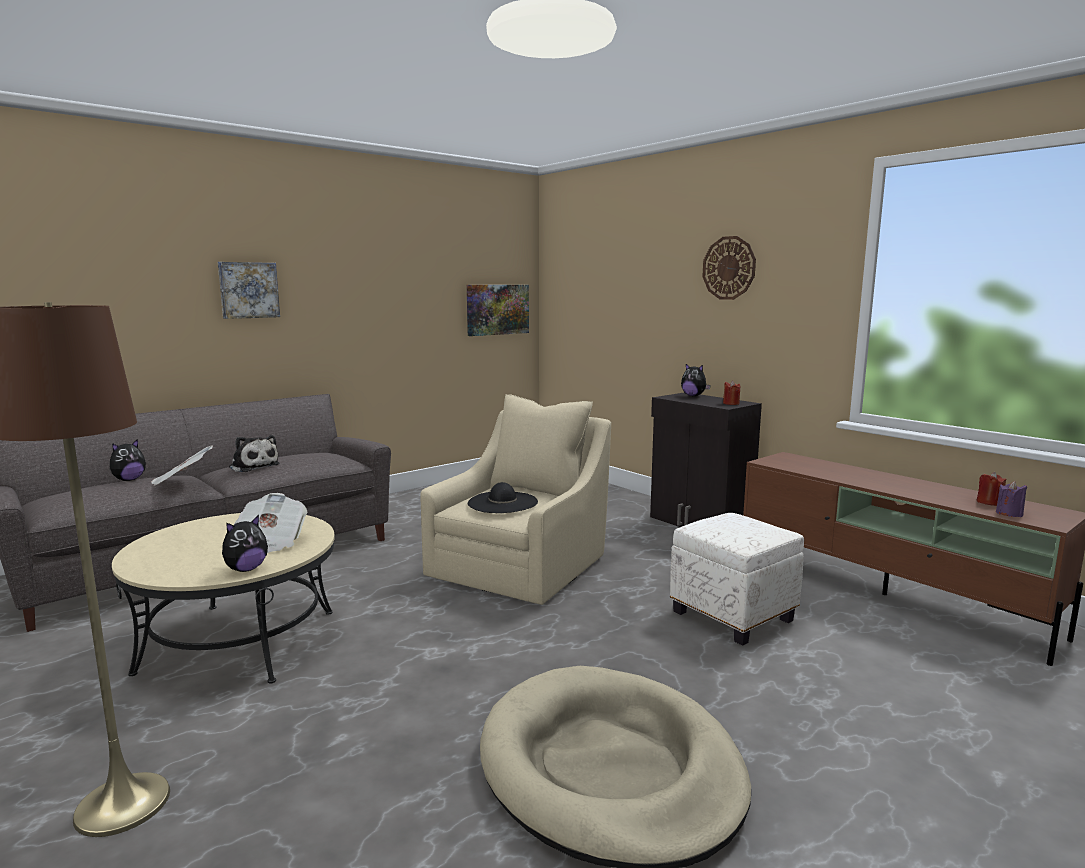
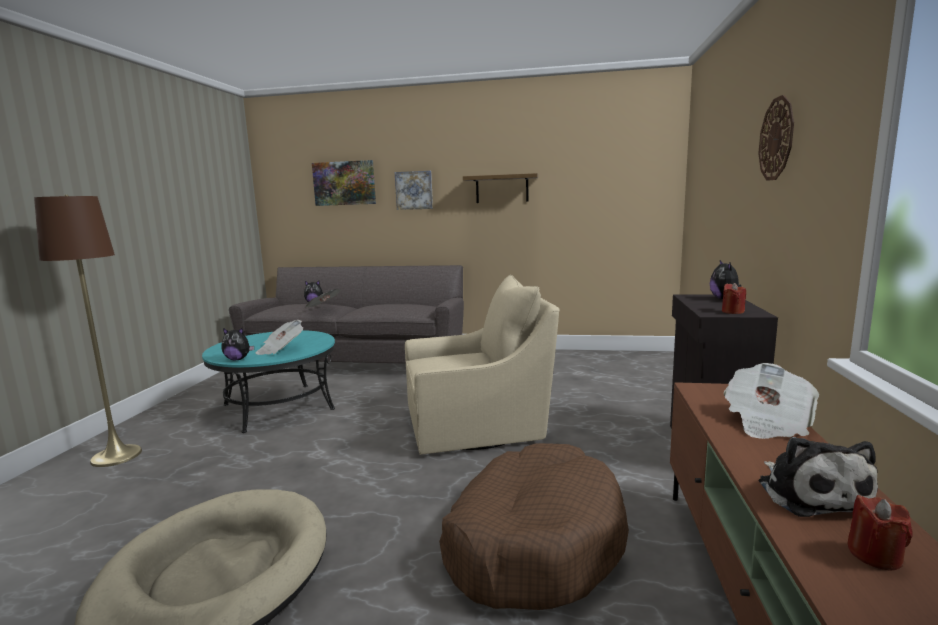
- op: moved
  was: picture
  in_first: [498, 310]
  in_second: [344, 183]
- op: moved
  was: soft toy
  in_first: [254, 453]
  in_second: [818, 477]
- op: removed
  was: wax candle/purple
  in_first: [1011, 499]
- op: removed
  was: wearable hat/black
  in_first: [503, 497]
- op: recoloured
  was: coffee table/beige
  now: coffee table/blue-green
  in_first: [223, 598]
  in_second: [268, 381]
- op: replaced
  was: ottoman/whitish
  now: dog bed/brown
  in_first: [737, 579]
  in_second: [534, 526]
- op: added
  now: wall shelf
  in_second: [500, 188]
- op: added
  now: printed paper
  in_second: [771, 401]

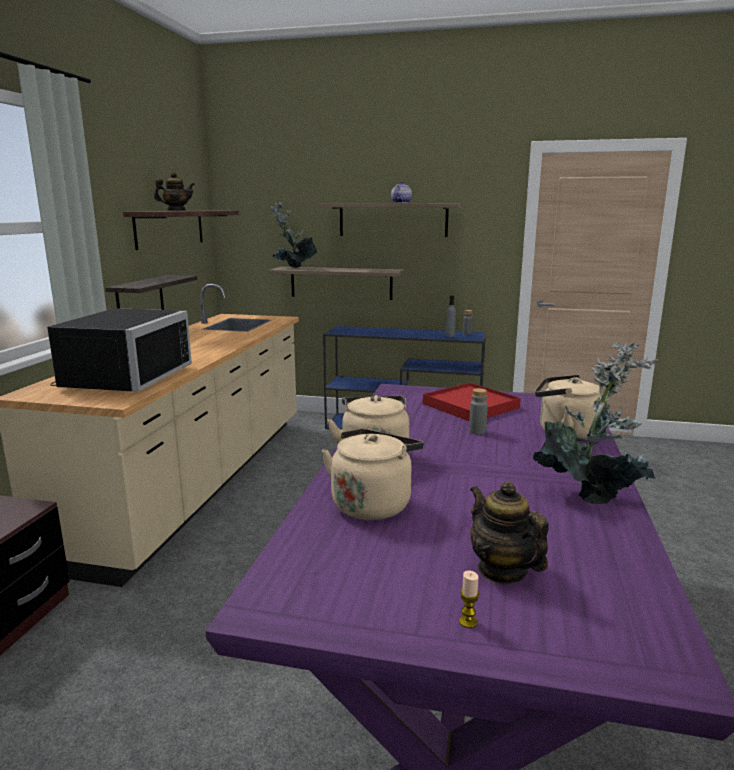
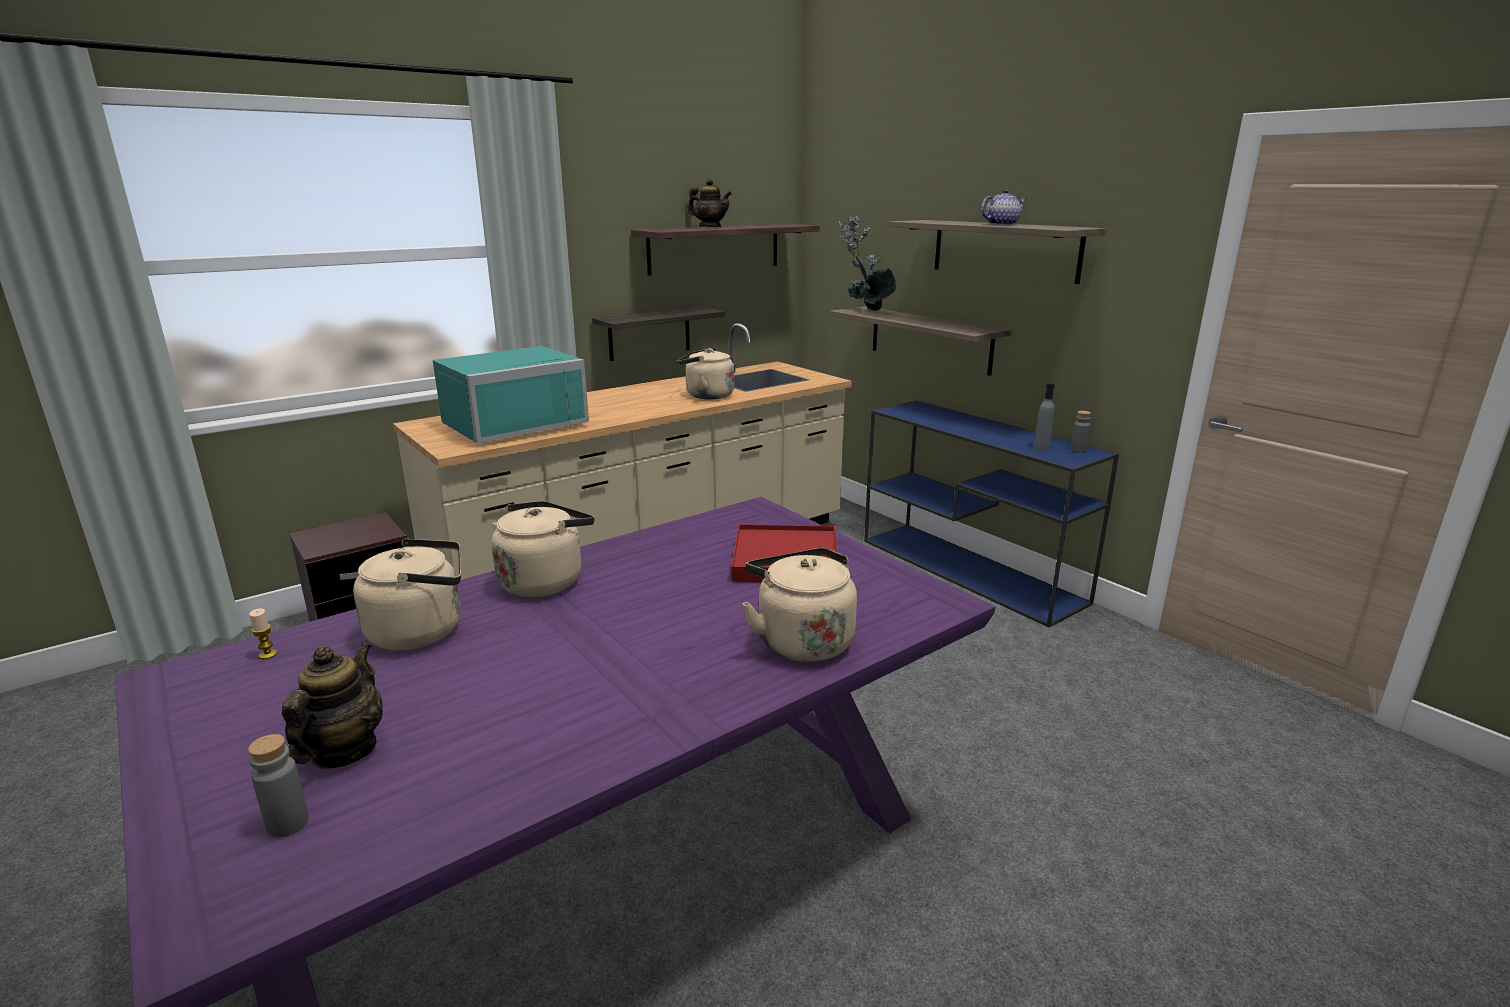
- op: recoloured
  was: microwave/black
  now: microwave/blue-green
  in_first: [119, 350]
  in_second: [511, 395]
- op: removed
  was: houseplant
  in_first: [595, 423]
- op: moved
  was: beverage bottle/grey
  in_first: [478, 411]
  in_second: [278, 785]
- op: moved
  was: wax candle
  in_first: [469, 599]
  in_second: [263, 633]
- op: added
  now: water kettle/beige
  in_second: [705, 373]

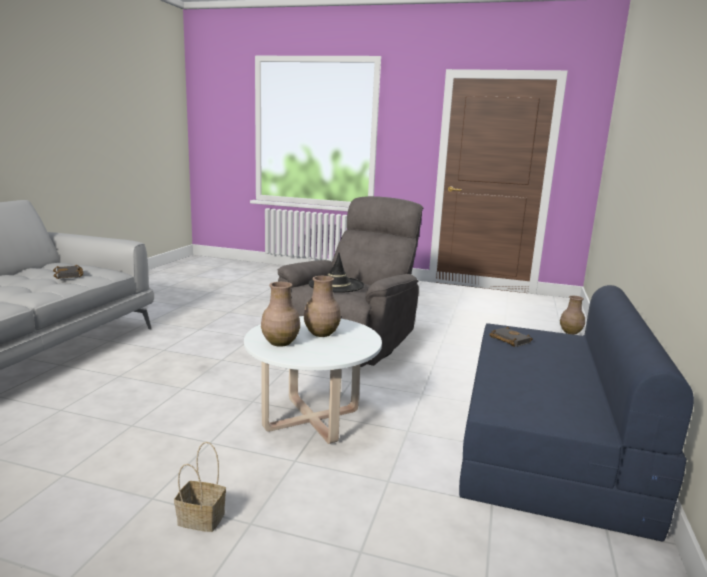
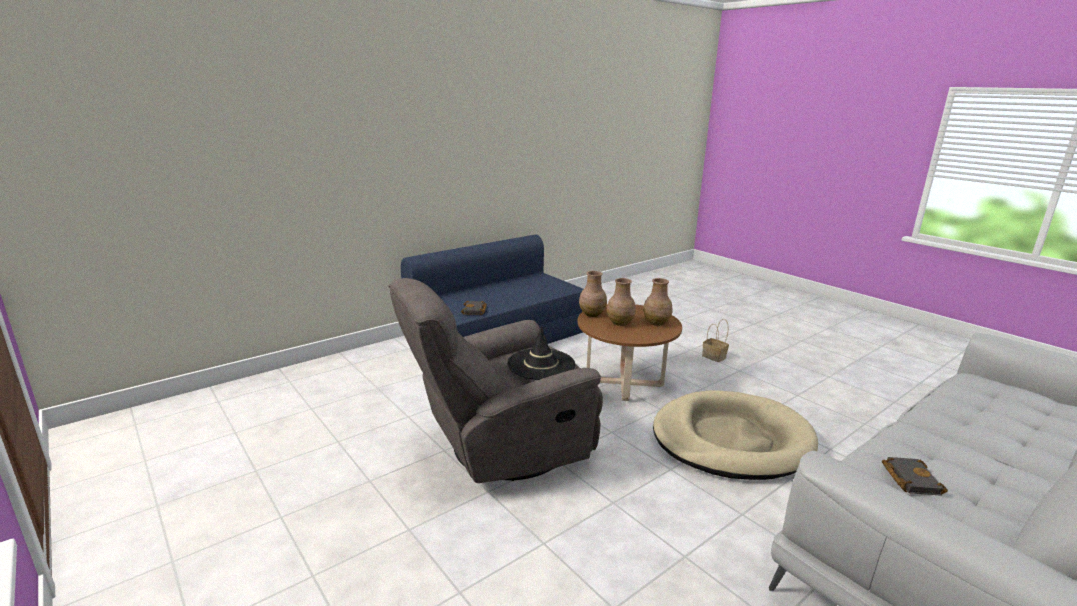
- op: moved
  was: vase/brown
  in_first: [572, 315]
  in_second: [593, 294]
- op: recoloured
  was: coffee table/whitish
  now: coffee table/brown
  in_first: [313, 380]
  in_second: [629, 352]
- op: added
  now: dog bed/beige
  in_second: [735, 435]

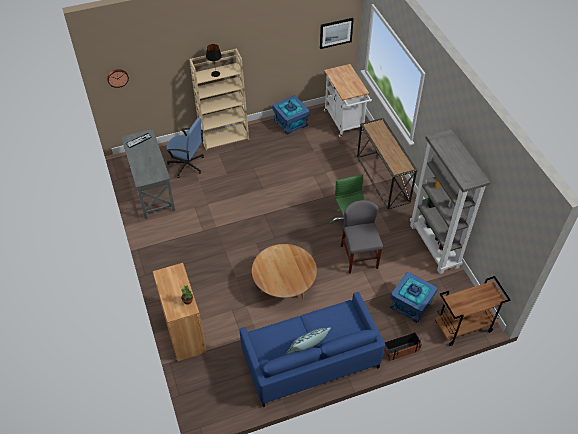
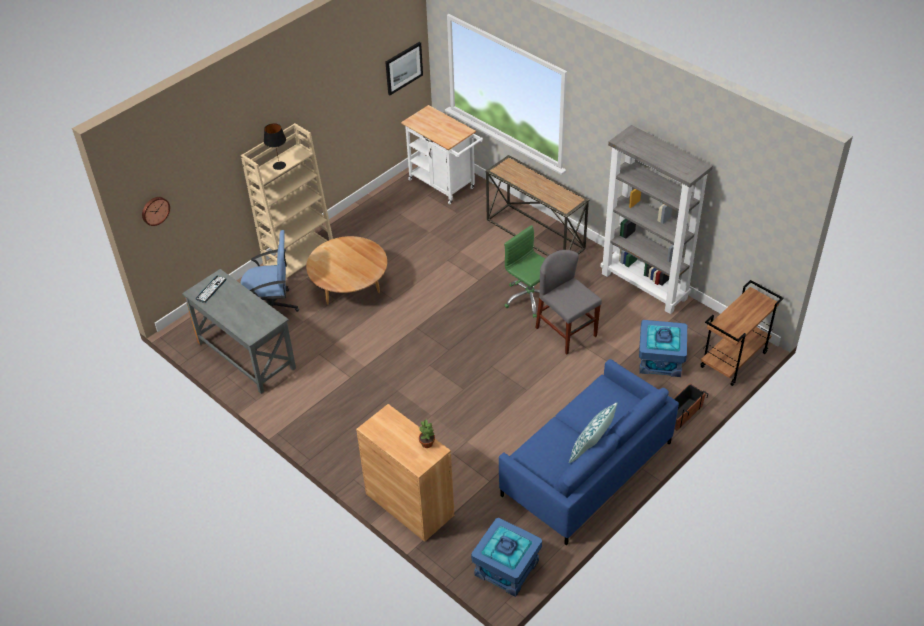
- op: moved
  was: storage box/bluish
  in_first: [291, 115]
  in_second: [506, 557]
- op: moved
  was: coffee table/brown
  in_first: [284, 271]
  in_second: [346, 270]

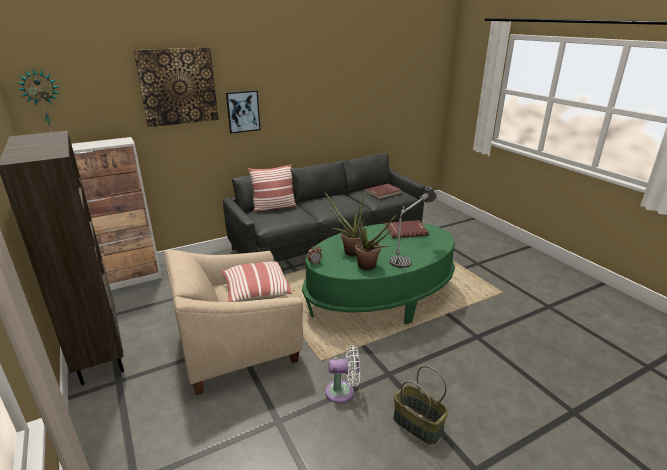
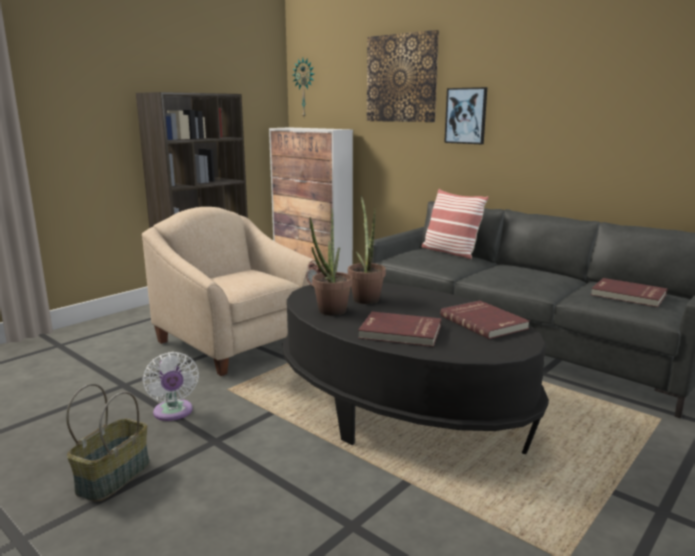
- op: replaced
  was: tabletop lamp
  now: book/reddish
  in_first: [413, 227]
  in_second: [399, 329]
- op: recoloured
  was: coffee table/greenish
  now: coffee table/black
  in_first: [378, 274]
  in_second: [416, 368]
- op: removed
  was: throw pillow
  in_first: [256, 282]

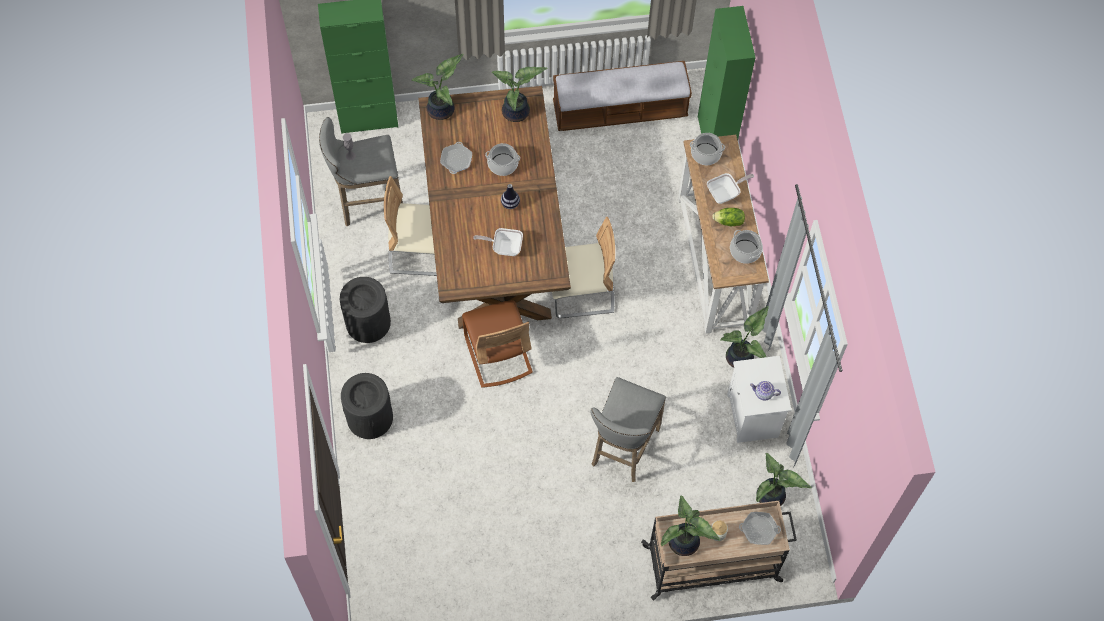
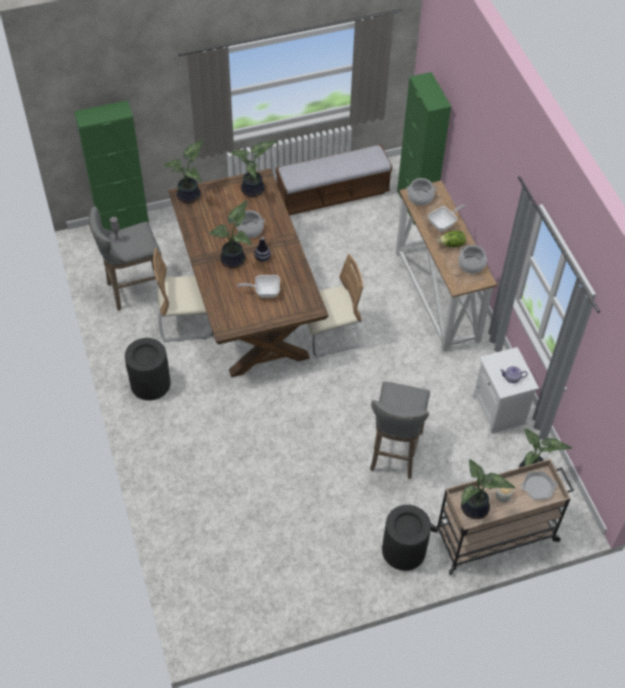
- op: removed
  was: frying pan
  in_first: [456, 158]
- op: removed
  was: plain chair/brown
  in_first: [497, 344]
- op: moved
  was: houseplant
  in_first: [744, 337]
  in_second: [230, 234]
- op: moved
  was: trash can/black
  in_first: [367, 406]
  in_second: [406, 538]

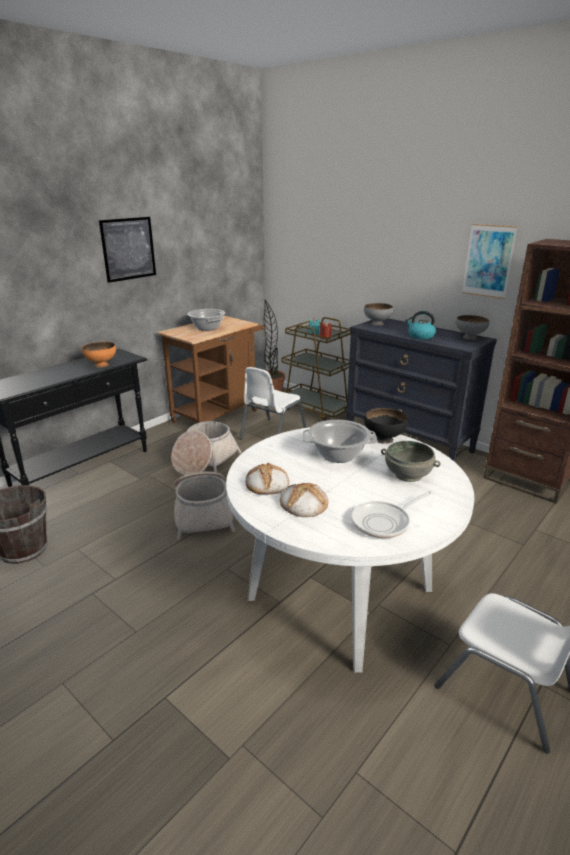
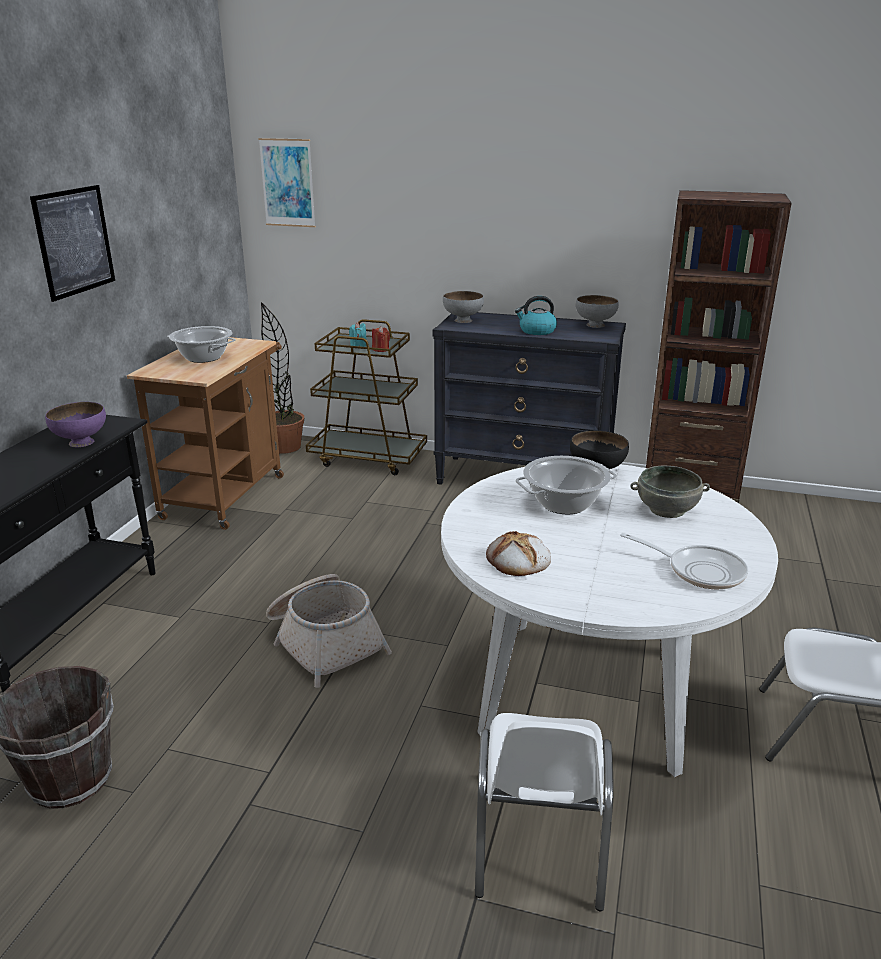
- op: moved
  was: picture
  in_first: [490, 261]
  in_second: [287, 182]
- op: recoloured
  was: bowl/orange
  now: bowl/purple
  in_first: [99, 354]
  in_second: [75, 424]
- op: moved
  was: plain chair/whitish
  in_first: [273, 403]
  in_second: [544, 812]
- op: removed
  was: storage basket
  in_first: [206, 448]
- op: removed
  was: bread
  in_first: [304, 500]
- op: turned
  was: frying pan
  in_first: [392, 514]
  in_second: [684, 561]
  clockwise: -90

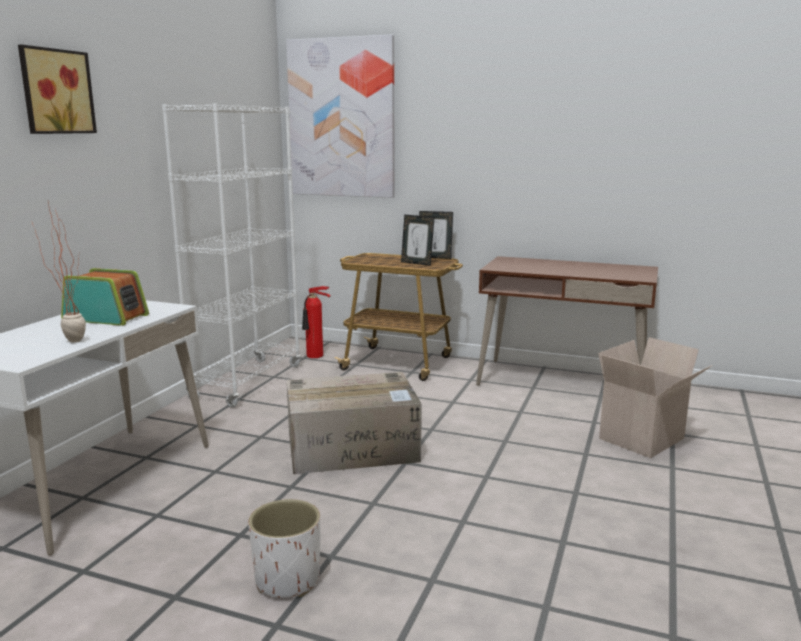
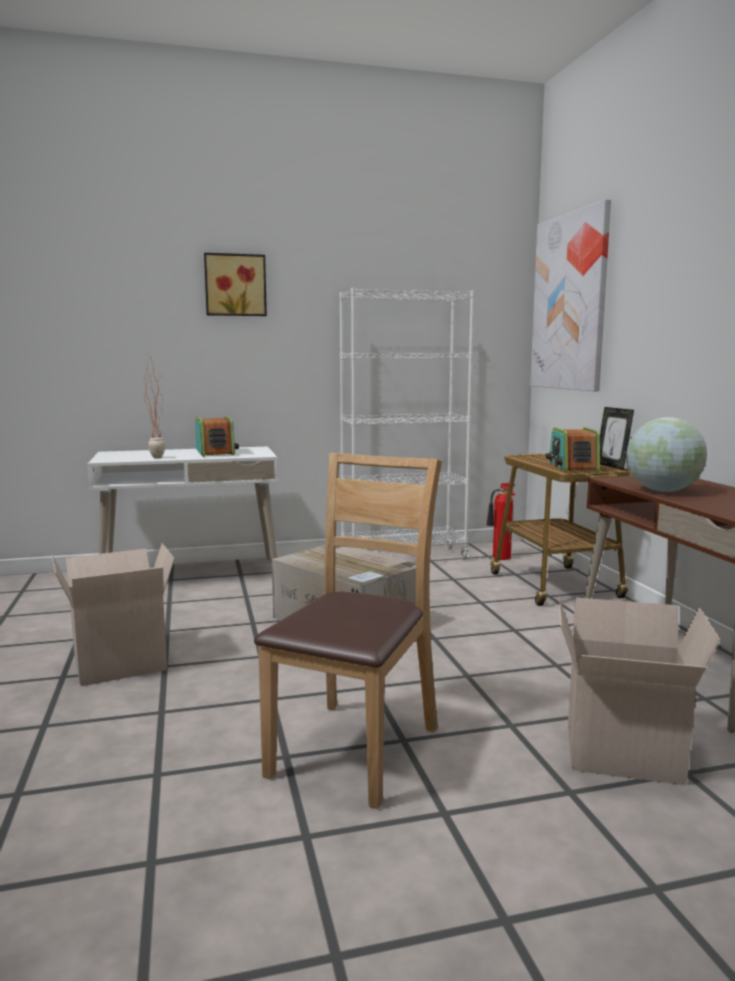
- op: replaced
  was: standing frame
  now: radio set
  in_first: [417, 240]
  in_second: [573, 449]
- op: replaced
  was: flower pot/whitish
  now: carton
  in_first: [284, 548]
  in_second: [113, 614]
- op: added
  now: world globe
  in_second: [666, 454]
- op: added
  now: plain chair/brown
  in_second: [348, 631]

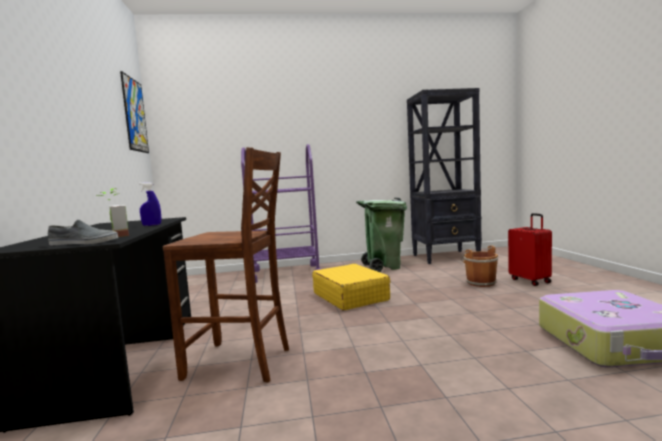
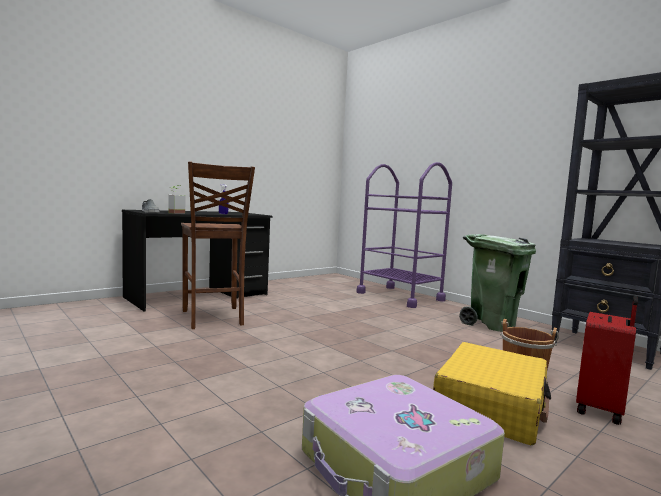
- op: removed
  was: picture
  in_first: [134, 112]
- op: moved
  was: piece of luggage/yellow
  in_first: [351, 287]
  in_second: [492, 393]

